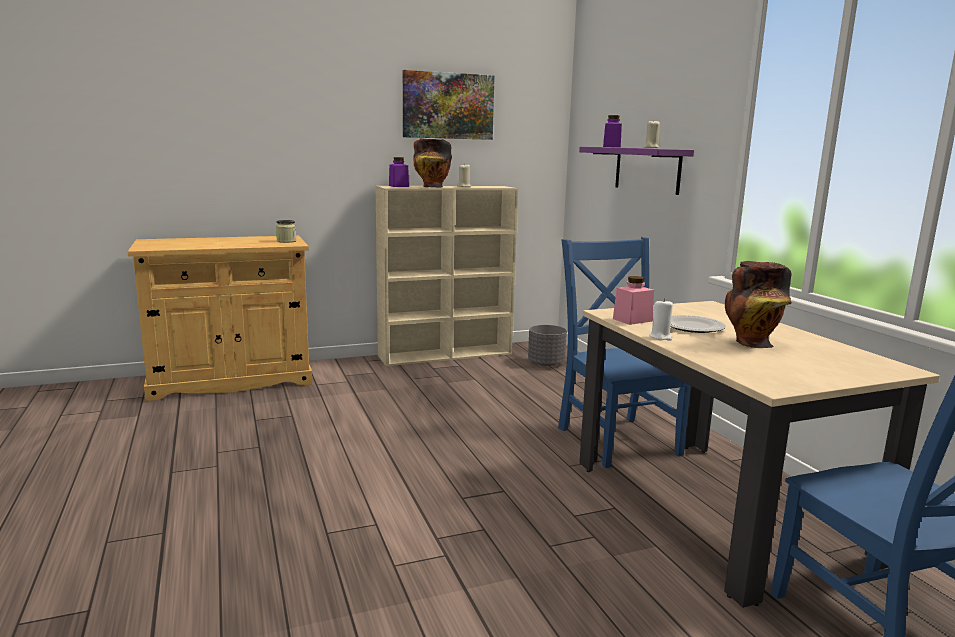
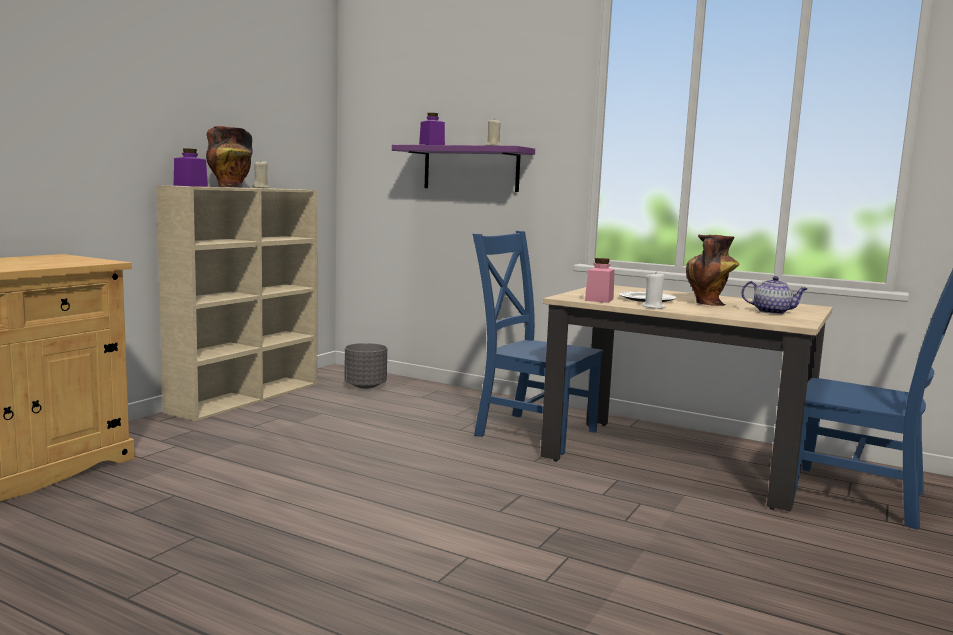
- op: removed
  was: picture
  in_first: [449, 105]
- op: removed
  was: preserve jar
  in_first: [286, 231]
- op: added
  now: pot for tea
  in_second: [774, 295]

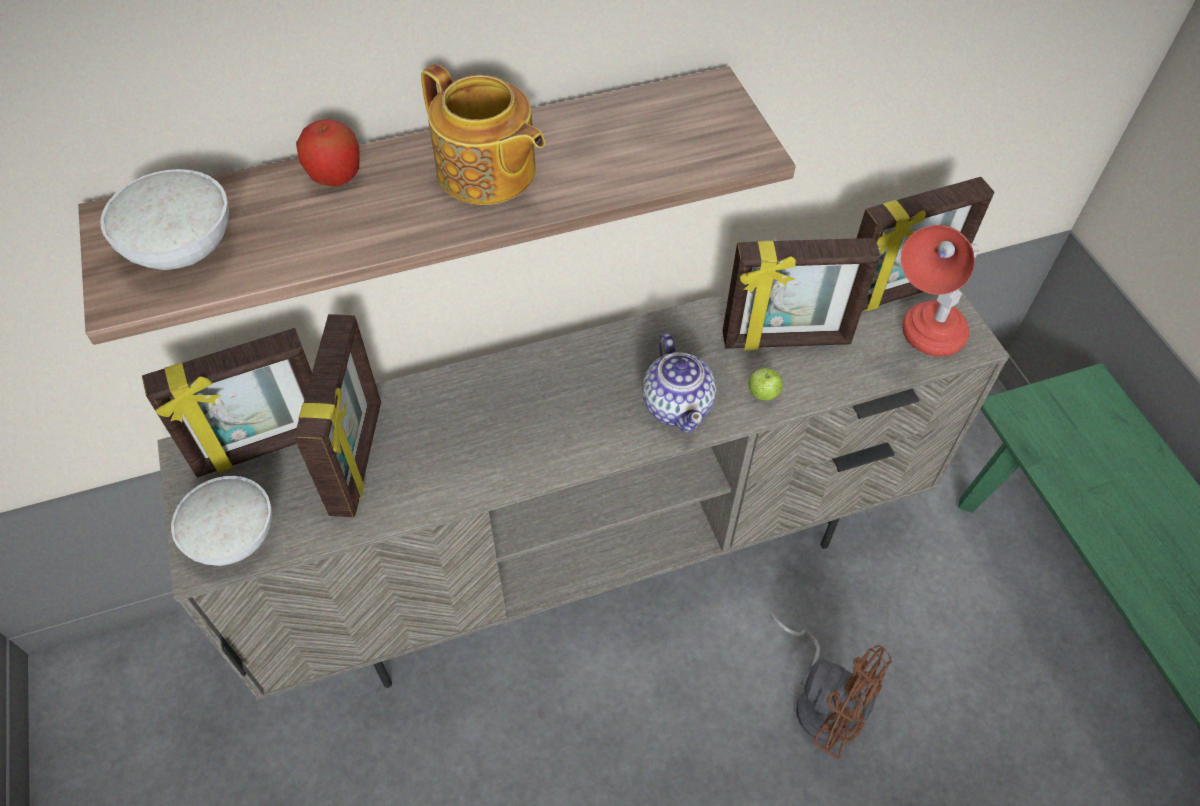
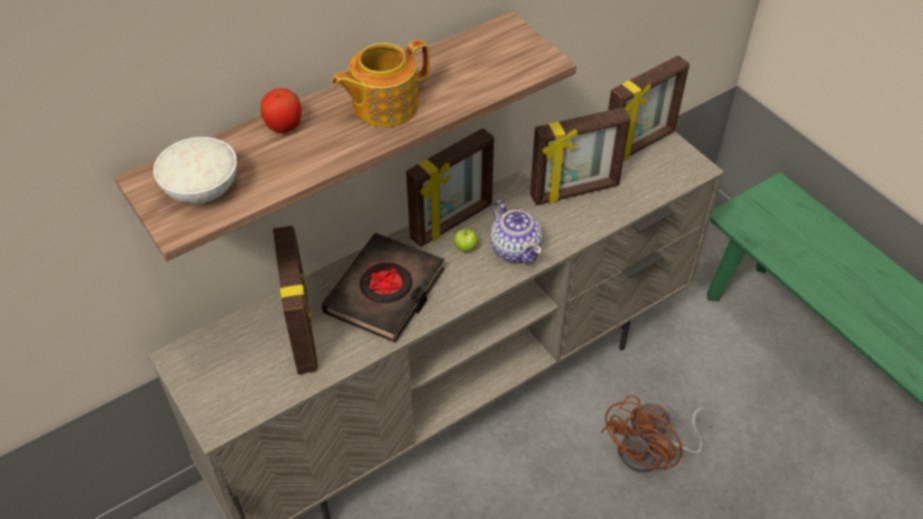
- op: turned
  was: pot for tea
  in_first: [483, 134]
  in_second: [381, 83]
  clockwise: 120
- op: removed
  was: tabletop lamp/reddish
  in_first: [940, 291]
- op: moved
  was: standing frame
  in_first: [227, 402]
  in_second: [450, 187]
- op: moved
  was: apple
  in_first: [766, 384]
  in_second: [466, 239]
- op: removed
  was: bowl/whitish
  in_first: [221, 521]
- op: turned
  was: fan/brown
  in_first: [831, 686]
  in_second: [657, 434]
  clockwise: 105
- op: added
  now: book/black
  in_second: [383, 288]

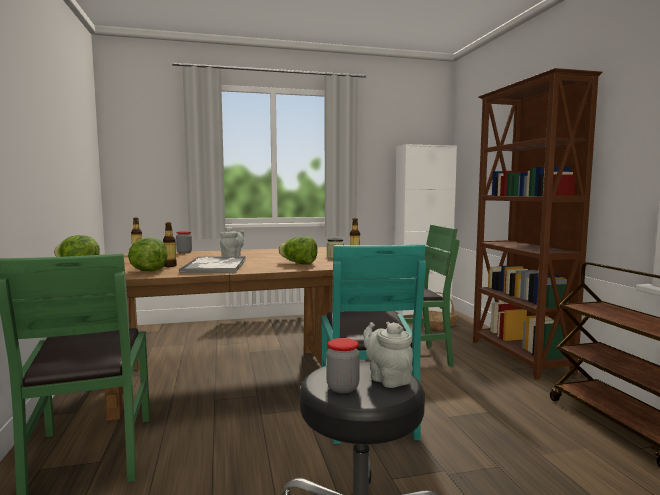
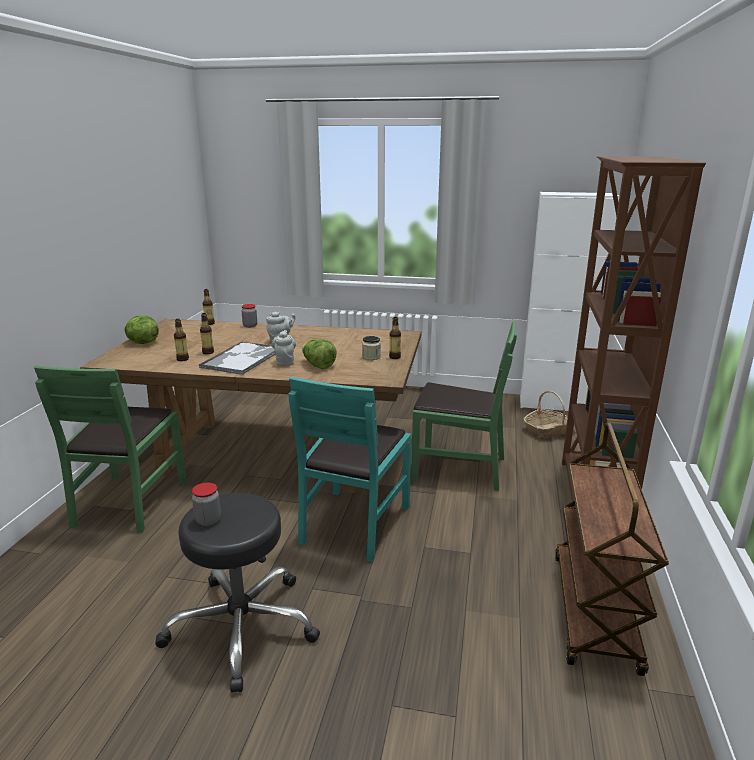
- op: replaced
  was: lettuce head
  now: beverage bottle
  in_first: [147, 254]
  in_second: [181, 340]
- op: moved
  was: pot for tea/grey
  in_first: [388, 355]
  in_second: [284, 348]

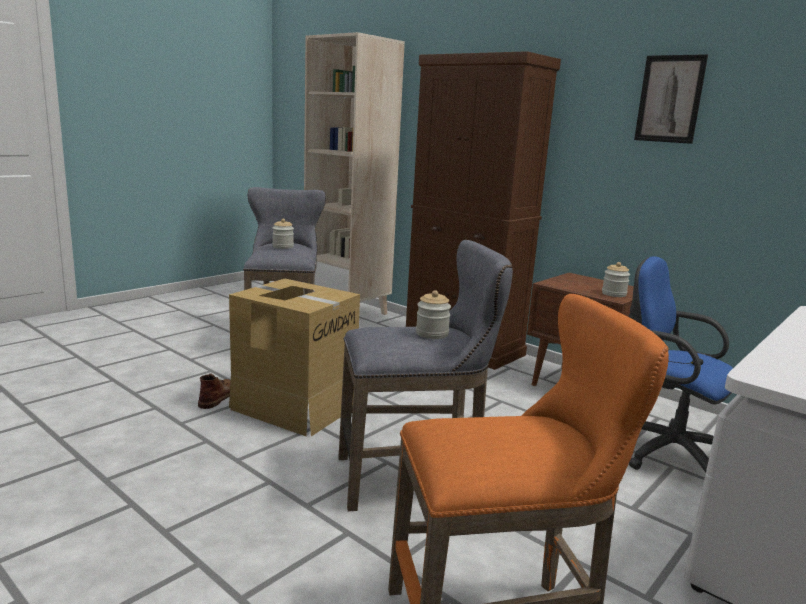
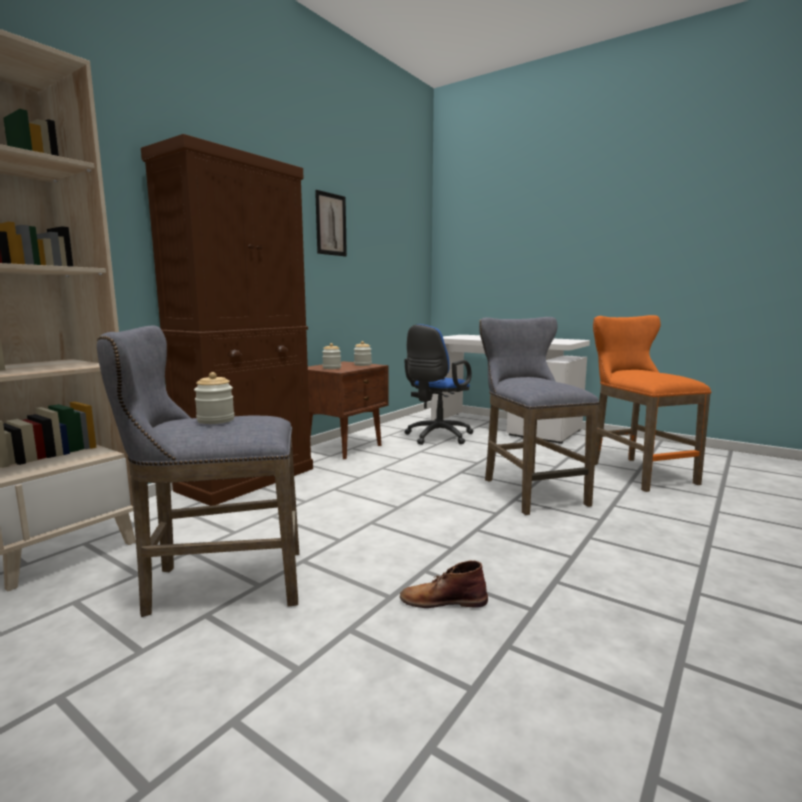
- op: removed
  was: carton
  in_first: [294, 357]
- op: moved
  was: preserve jar
  in_first: [433, 314]
  in_second: [331, 356]

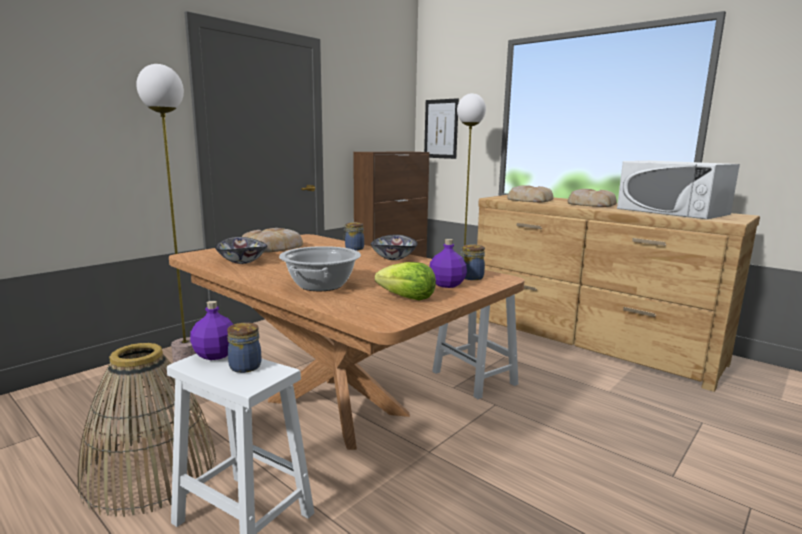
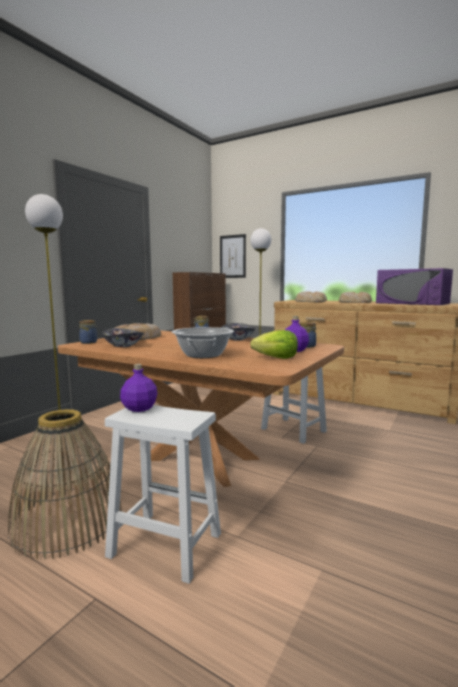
- op: recoloured
  was: microwave/whitish
  now: microwave/purple
  in_first: [678, 190]
  in_second: [414, 286]
- op: moved
  was: preserve jar
  in_first: [244, 347]
  in_second: [88, 332]

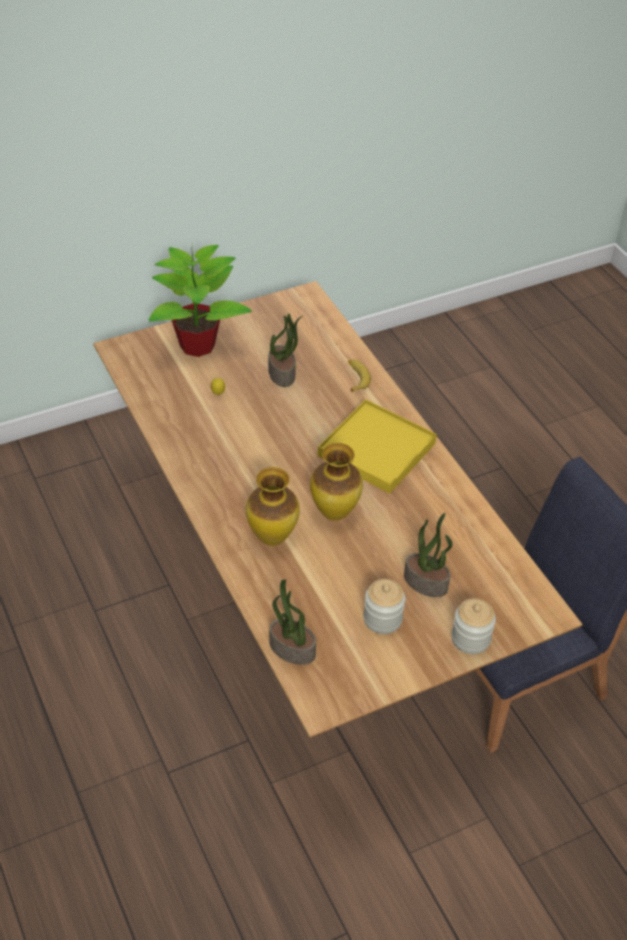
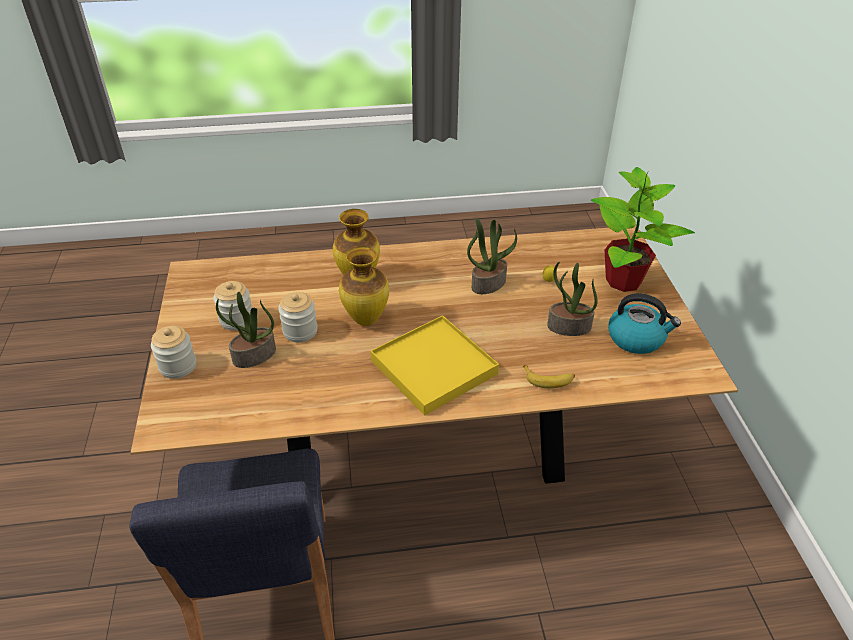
- op: moved
  was: houseplant
  in_first: [292, 622]
  in_second: [492, 256]
- op: added
  now: preserve jar
  in_second: [298, 317]
- op: added
  now: water kettle
  in_second: [644, 323]

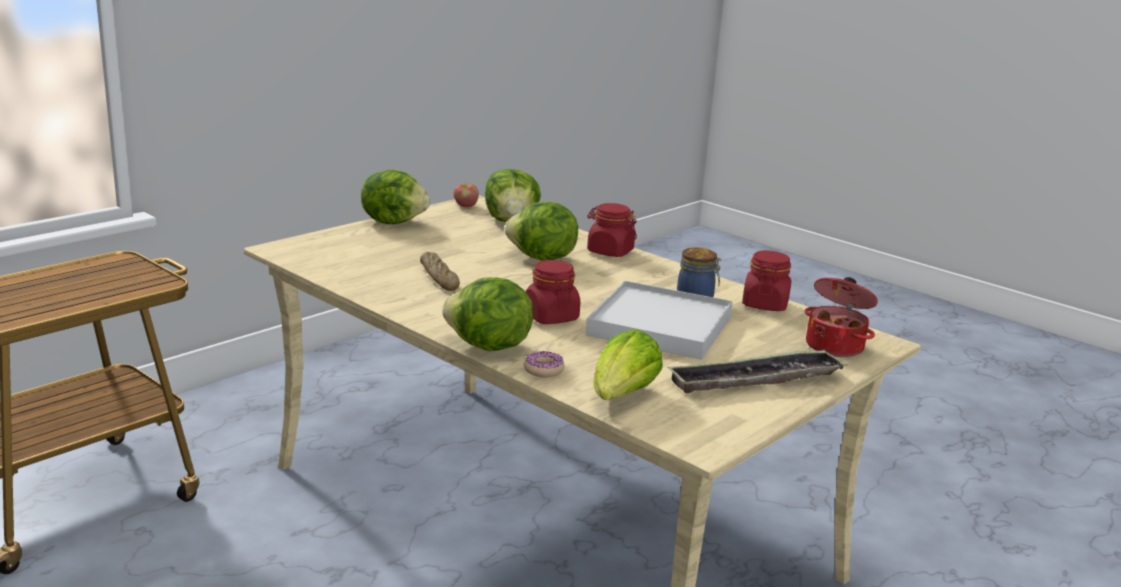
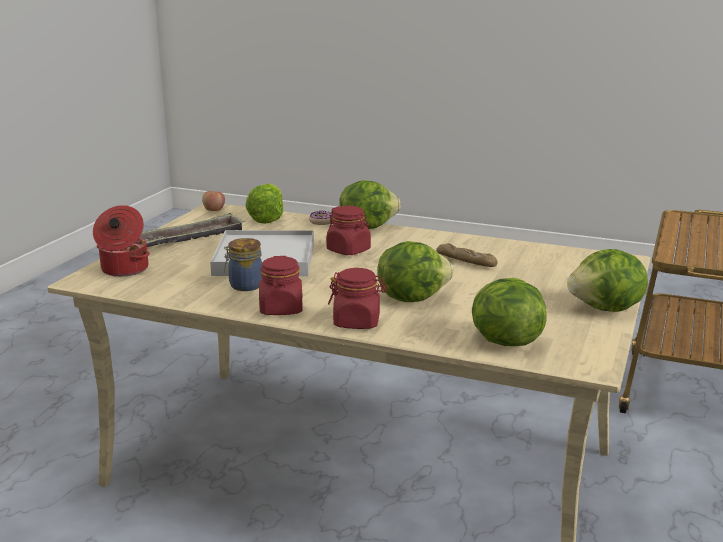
- op: moved
  was: apple
  in_first: [466, 195]
  in_second: [213, 201]
- op: moved
  was: preserve jar/reddish
  in_first: [766, 281]
  in_second: [281, 285]

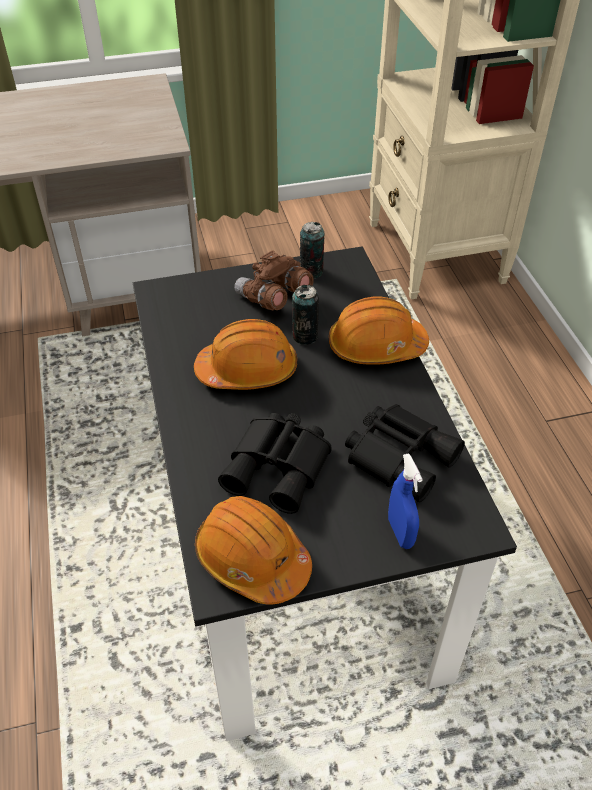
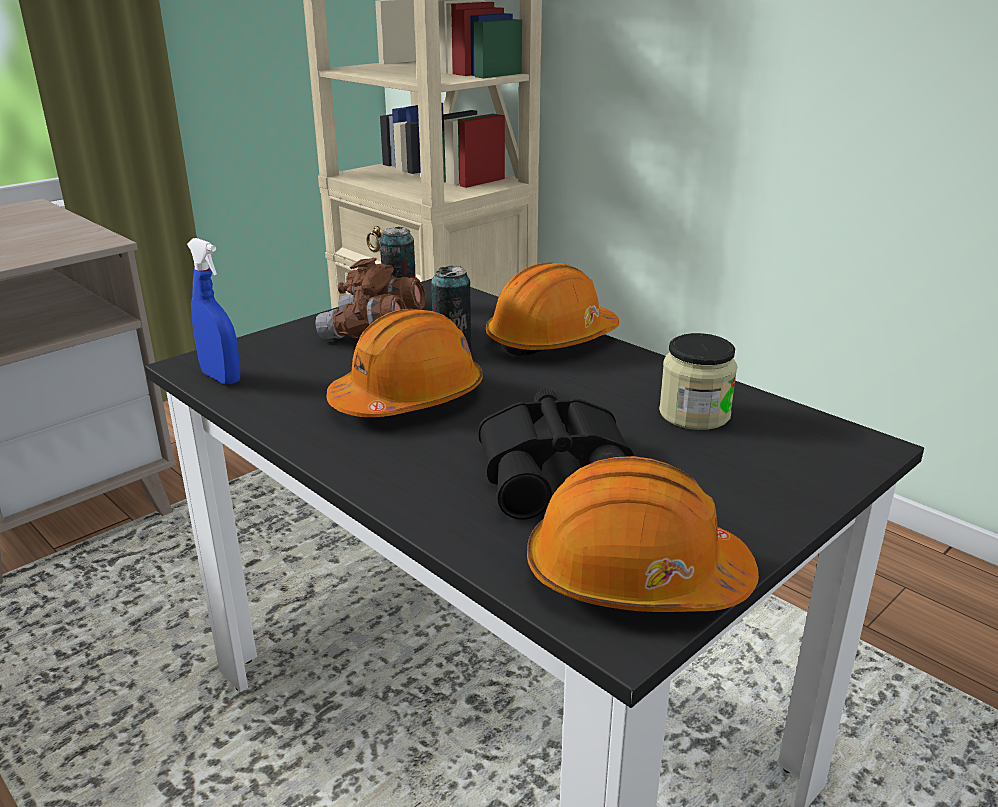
- op: replaced
  was: pair of binoculars/black
  now: preserve jar
  in_first: [405, 453]
  in_second: [698, 381]
- op: moved
  was: hand sprayer/bluish
  in_first: [405, 501]
  in_second: [213, 311]

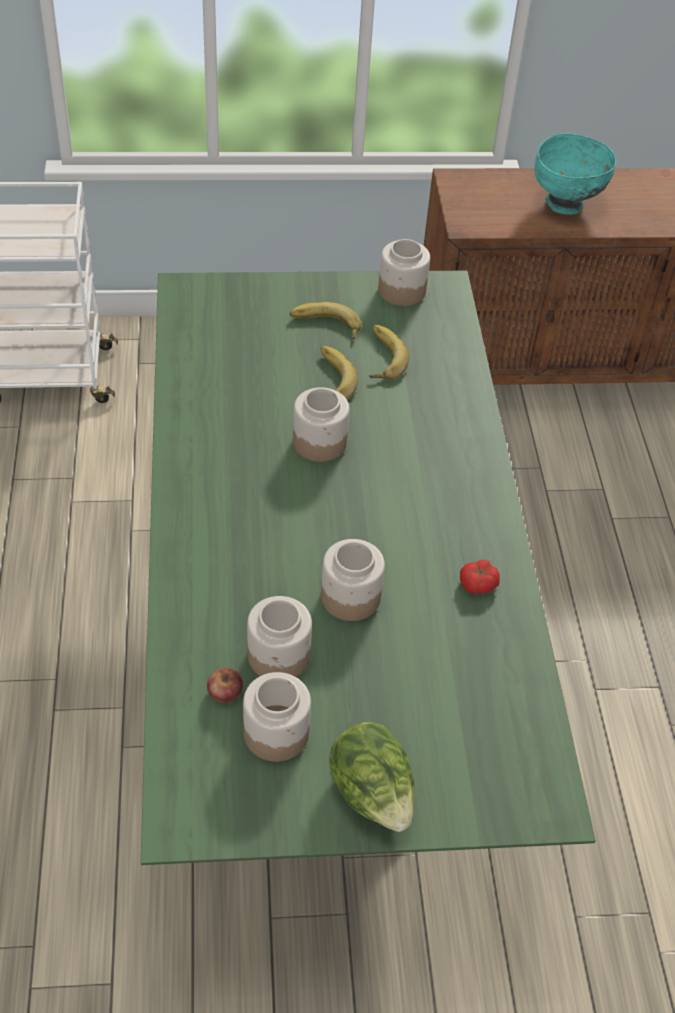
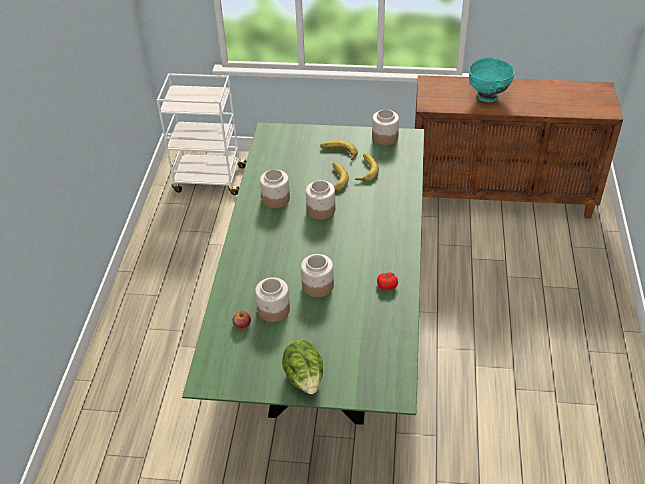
- op: moved
  was: preserve jar
  in_first: [277, 717]
  in_second: [275, 188]

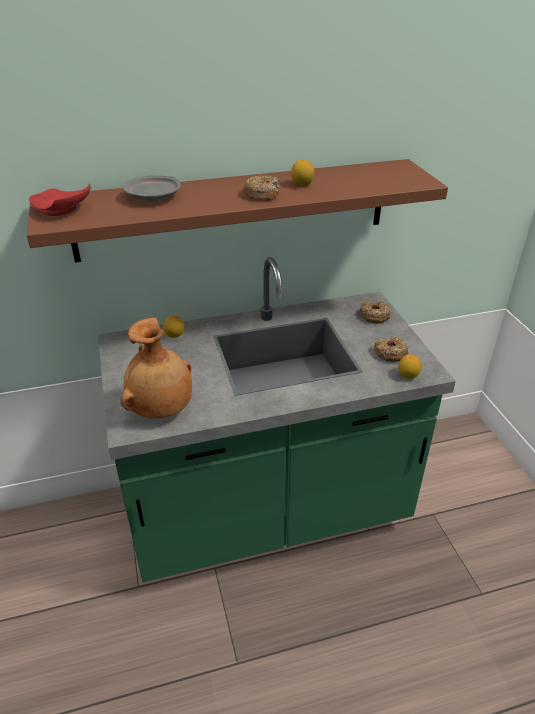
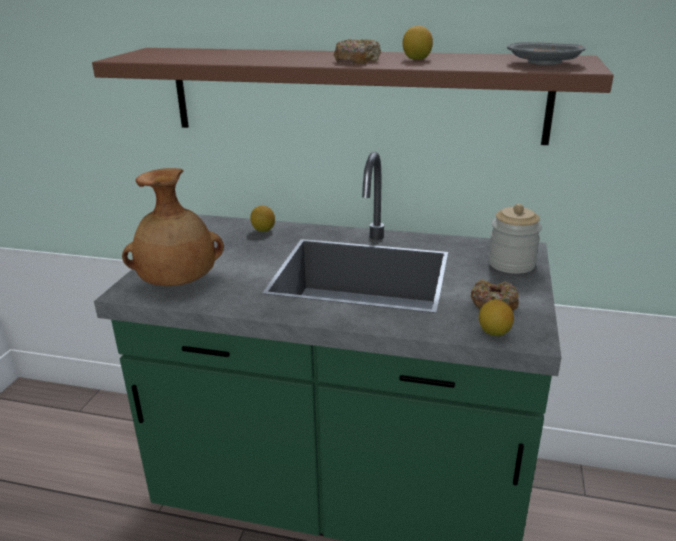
- op: moved
  was: flat dish/grey
  in_first: [151, 188]
  in_second: [546, 53]
- op: removed
  was: flat dish/reddish
  in_first: [60, 199]
- op: replaced
  was: ring doughnut
  now: preserve jar
  in_first: [375, 312]
  in_second: [515, 239]

